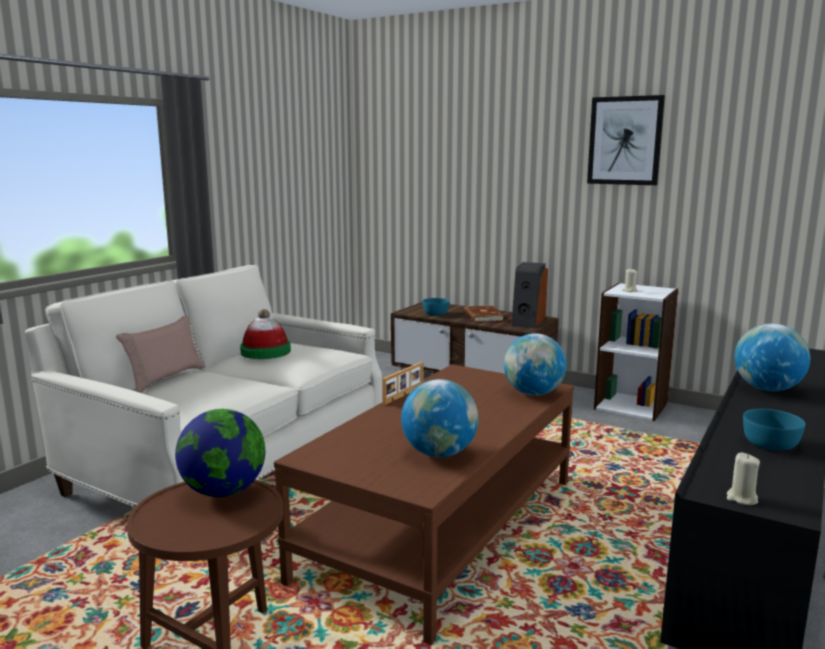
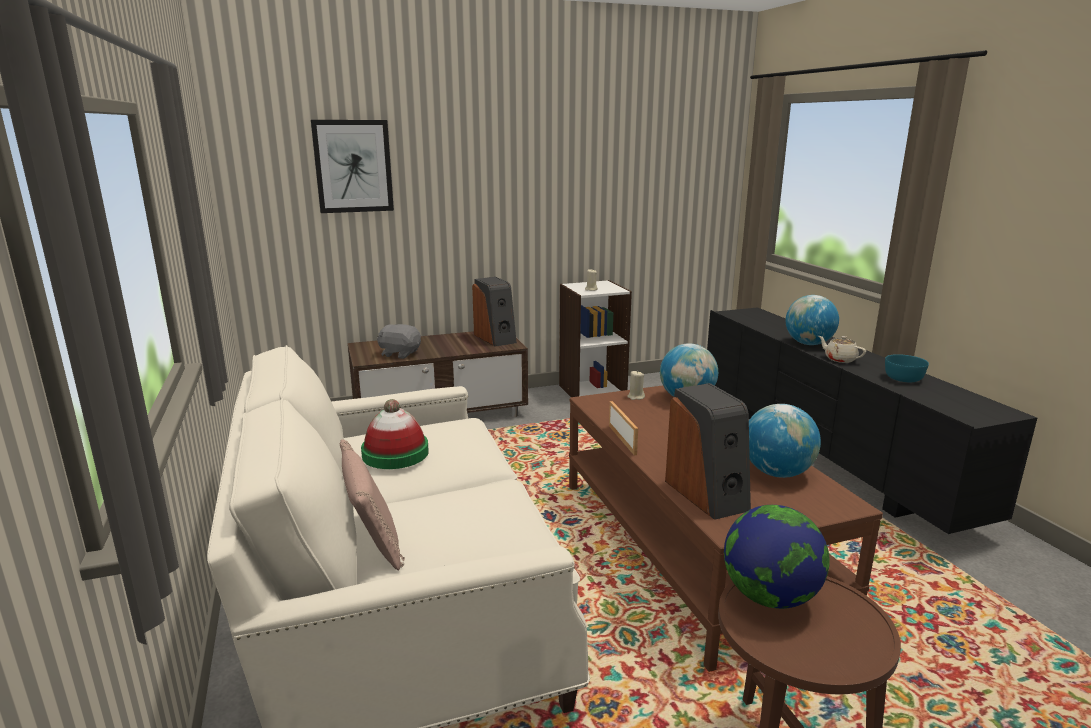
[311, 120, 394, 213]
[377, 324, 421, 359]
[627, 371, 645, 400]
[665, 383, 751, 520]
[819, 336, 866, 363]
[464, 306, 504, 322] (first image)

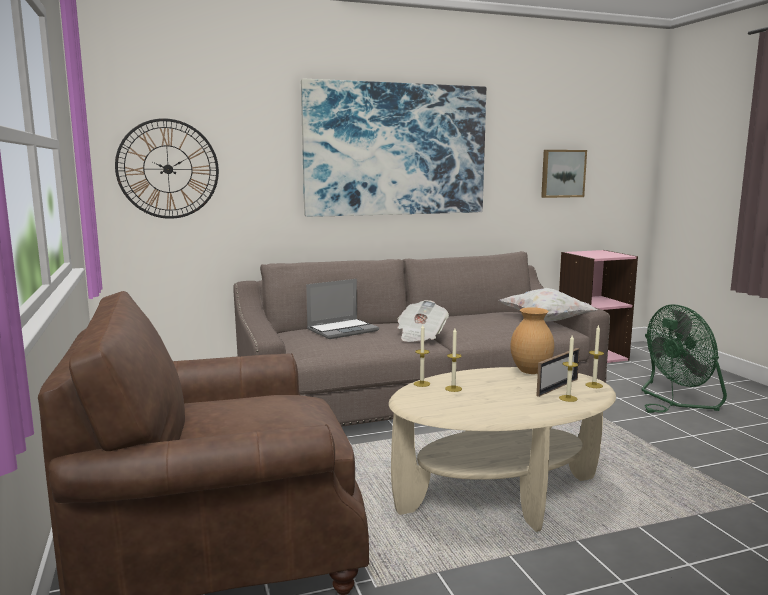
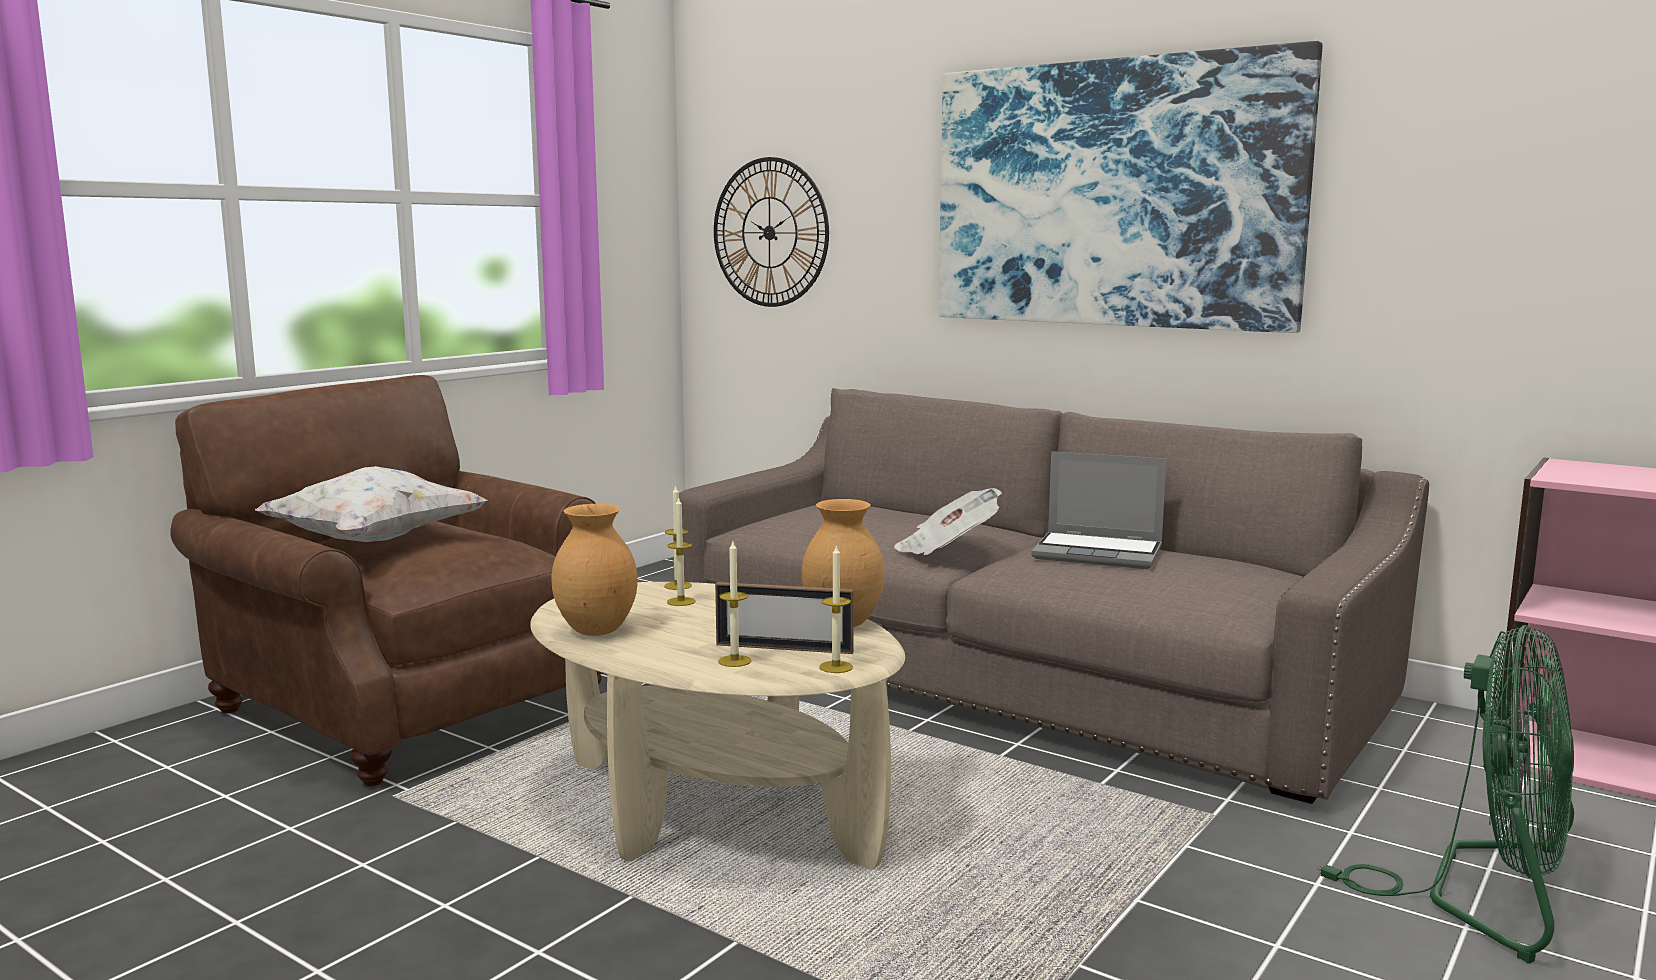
[255, 466, 488, 542]
[551, 504, 638, 636]
[1031, 451, 1167, 569]
[541, 150, 587, 198] (first image)

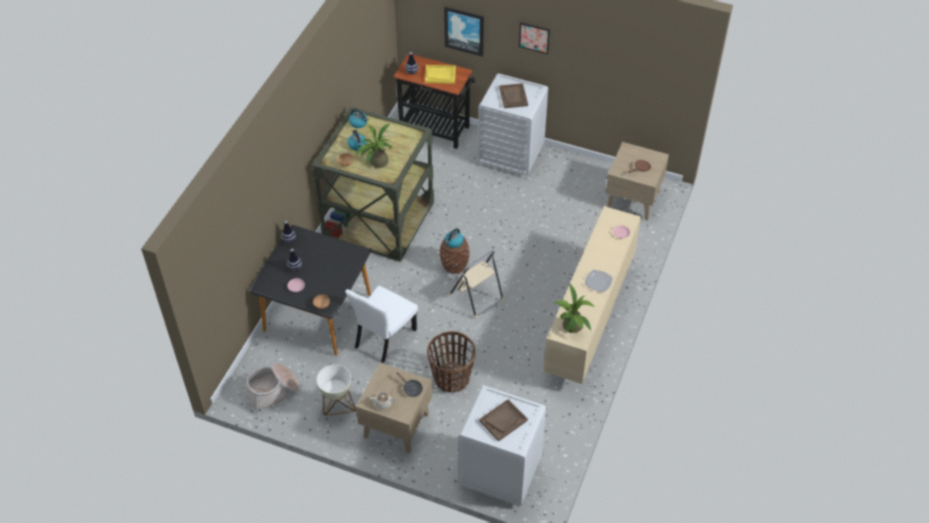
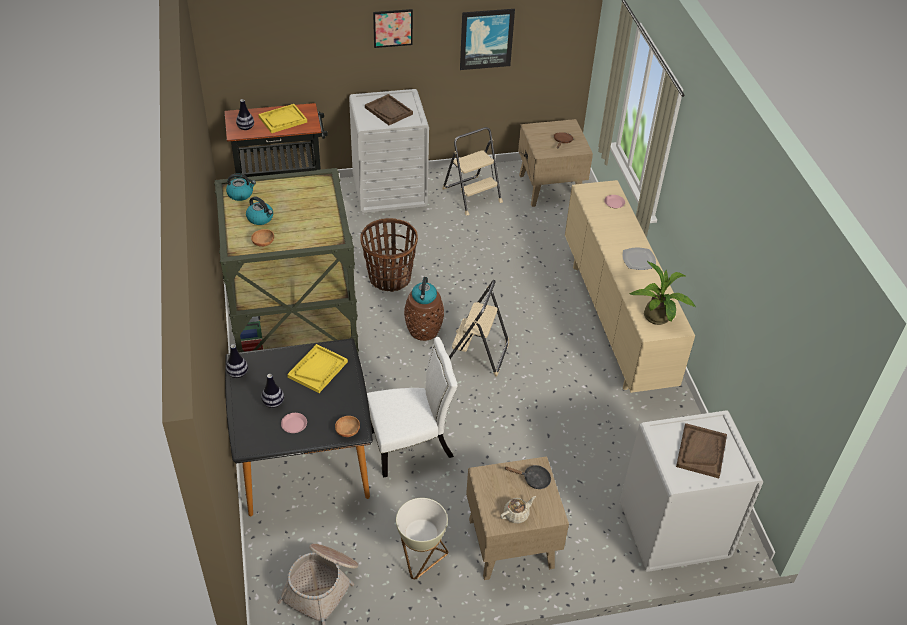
[287, 344, 348, 393]
[360, 218, 418, 292]
[367, 337, 458, 478]
[442, 127, 503, 216]
[460, 9, 515, 70]
[356, 124, 393, 168] (first image)

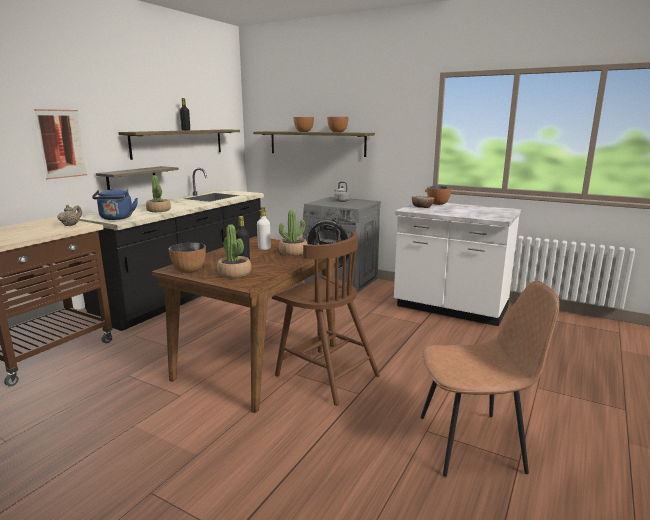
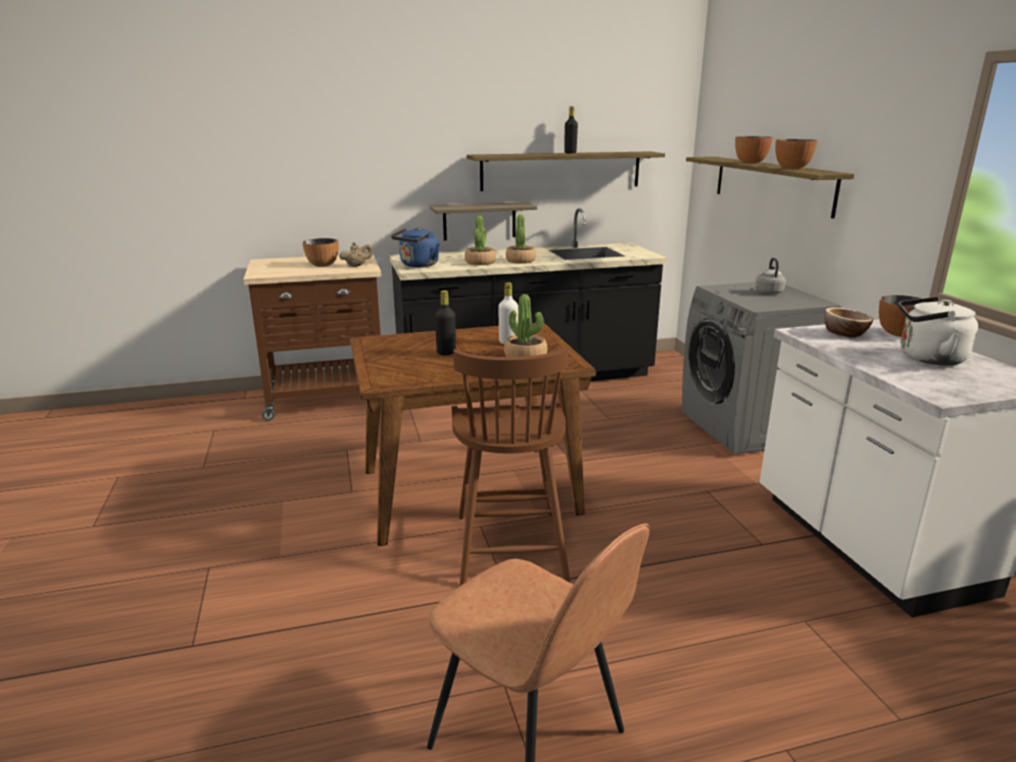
[302, 238, 339, 267]
[506, 214, 536, 264]
[899, 297, 978, 365]
[34, 109, 87, 180] (first image)

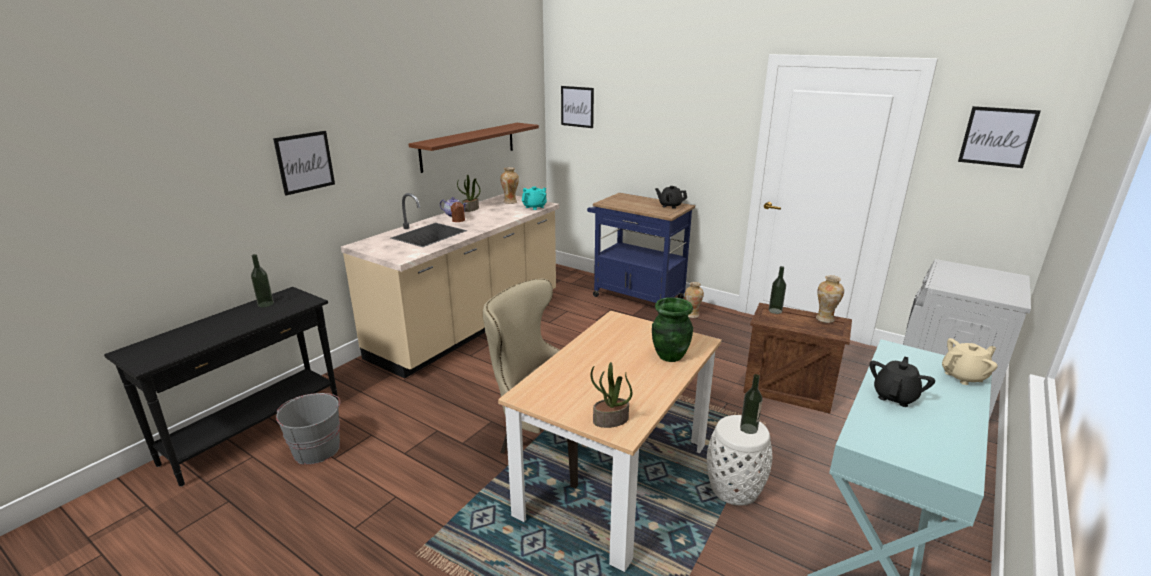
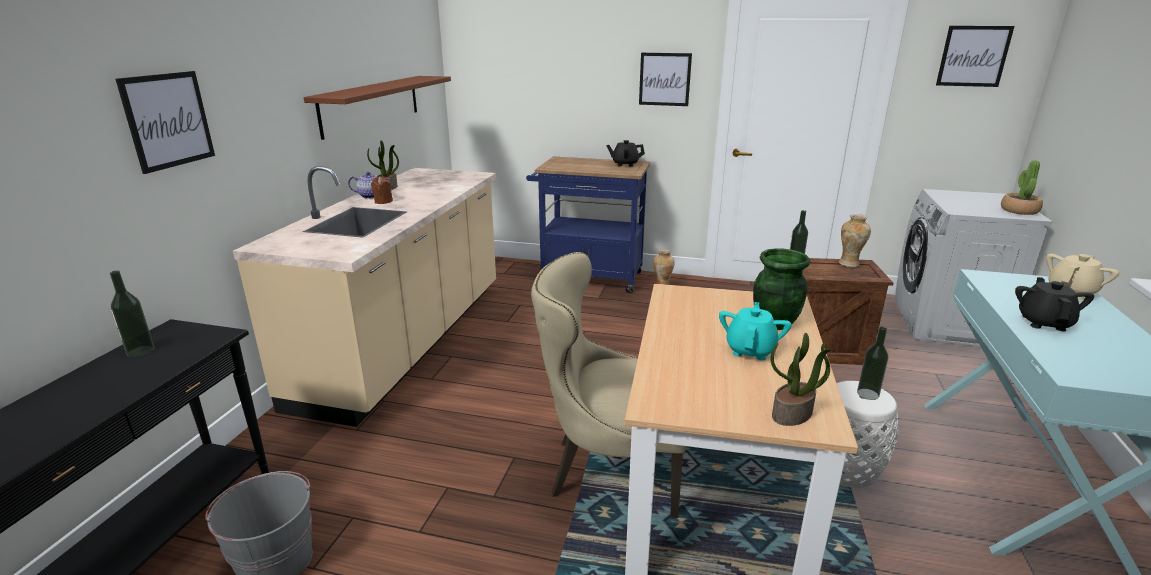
[639, 53, 692, 106]
[719, 302, 791, 360]
[1001, 160, 1043, 215]
[500, 167, 519, 204] (first image)

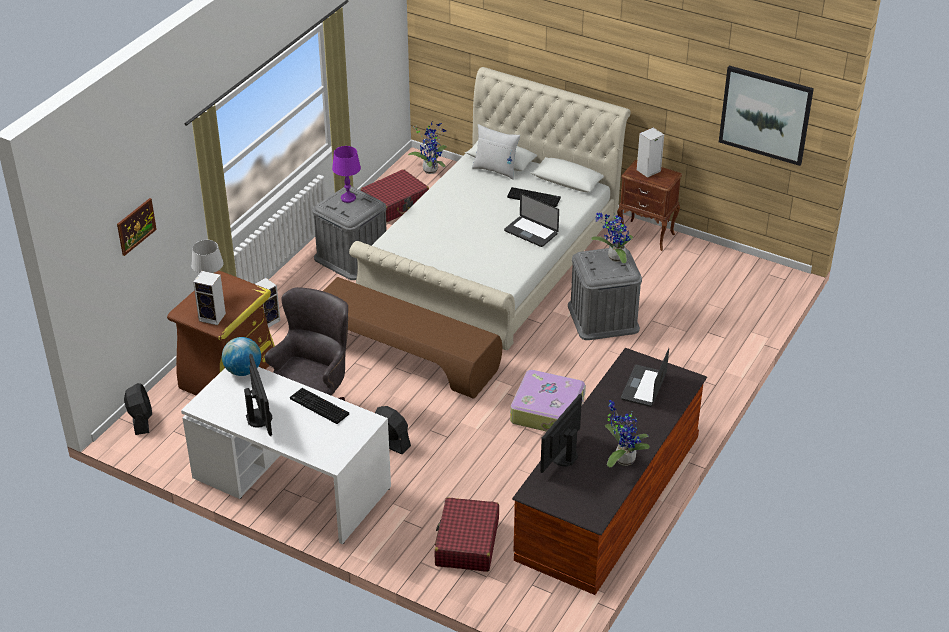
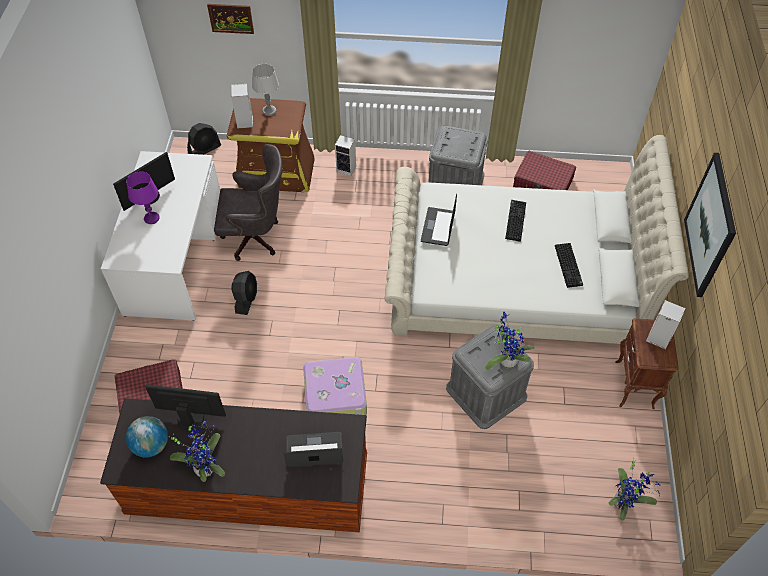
[126, 171, 160, 224]
[126, 416, 168, 457]
[421, 193, 457, 246]
[505, 200, 526, 242]
[608, 457, 662, 521]
[684, 153, 736, 297]
[323, 277, 502, 399] (first image)
[472, 124, 520, 180] (first image)

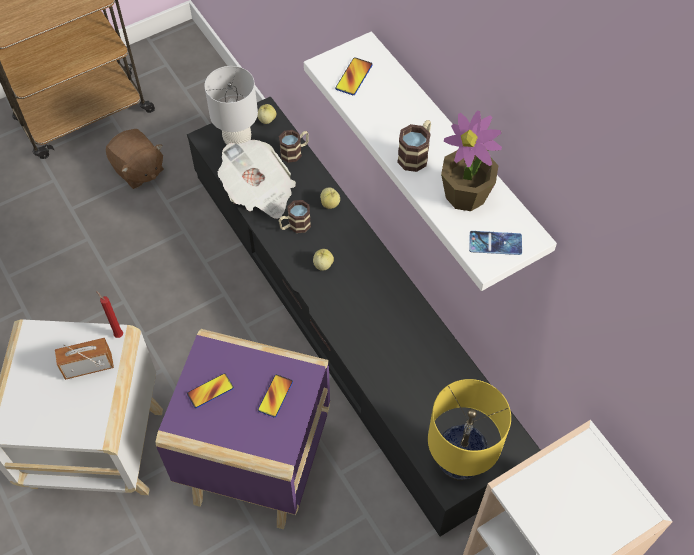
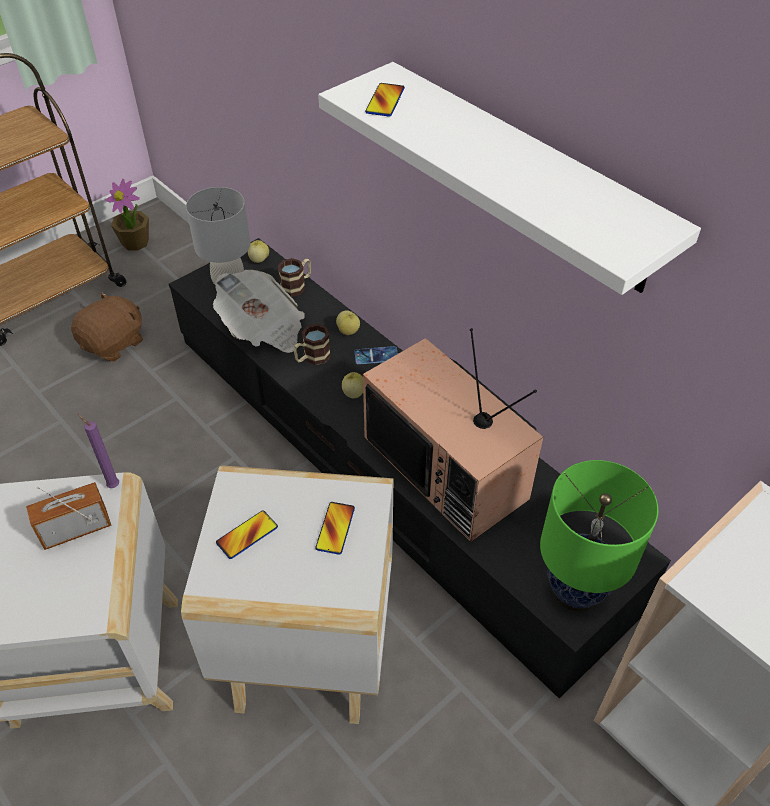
[71, 292, 143, 361]
[78, 414, 119, 488]
[105, 179, 149, 251]
[181, 465, 393, 724]
[355, 346, 398, 365]
[363, 328, 543, 542]
[540, 460, 658, 611]
[397, 120, 431, 172] (first image)

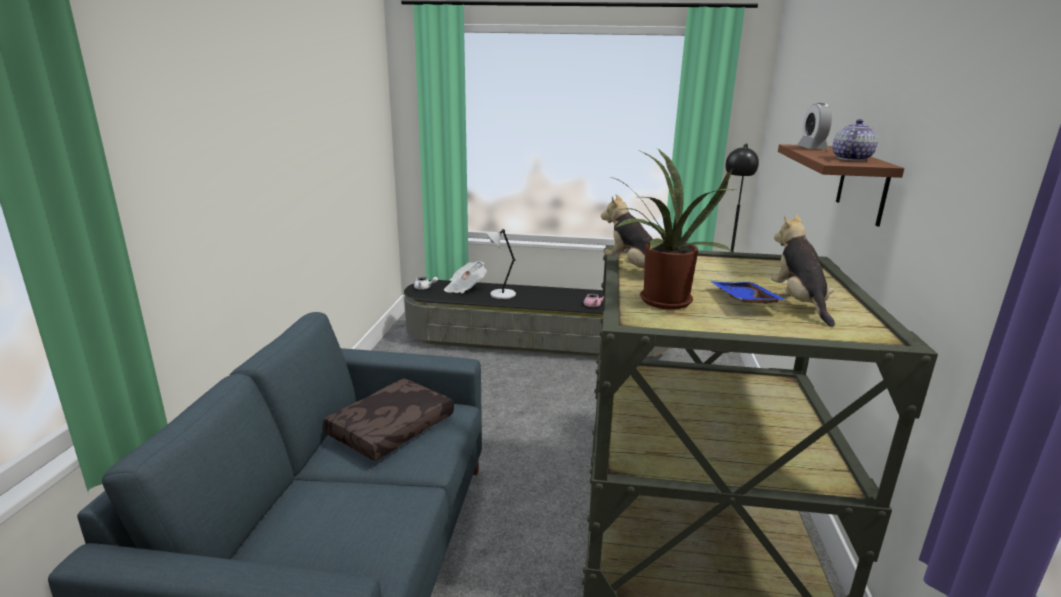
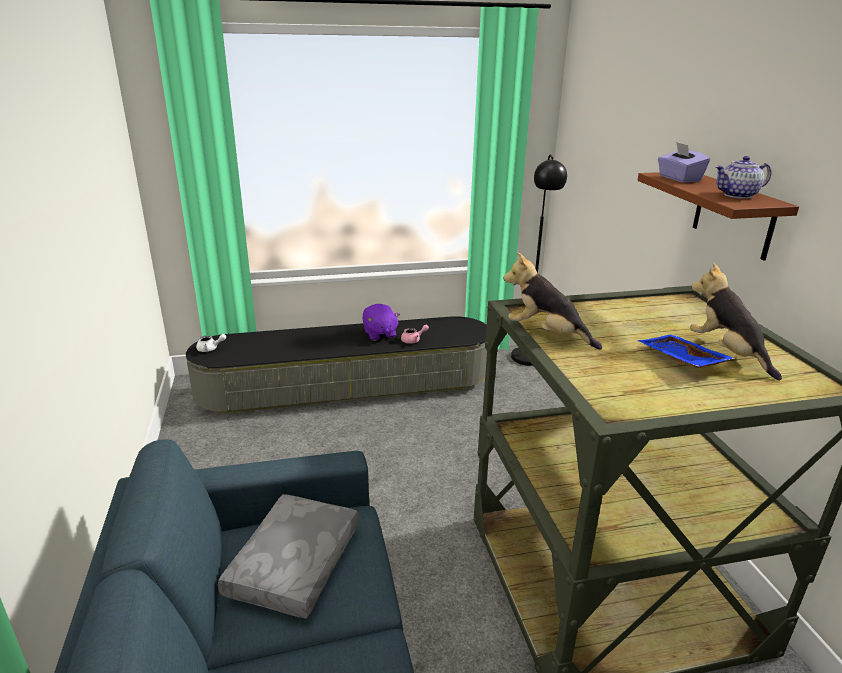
[218, 494, 359, 619]
[362, 304, 400, 341]
[658, 142, 710, 183]
[715, 156, 771, 199]
[444, 261, 487, 294] (first image)
[485, 229, 516, 299] (first image)
[611, 149, 736, 310] (first image)

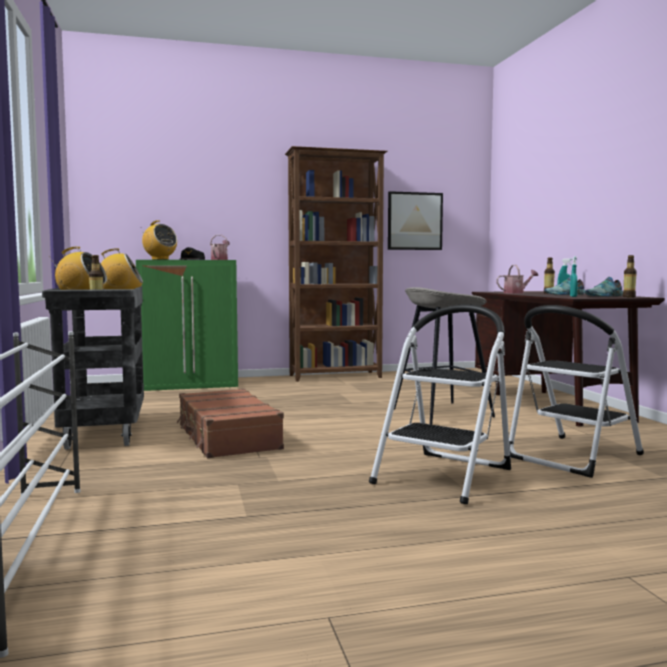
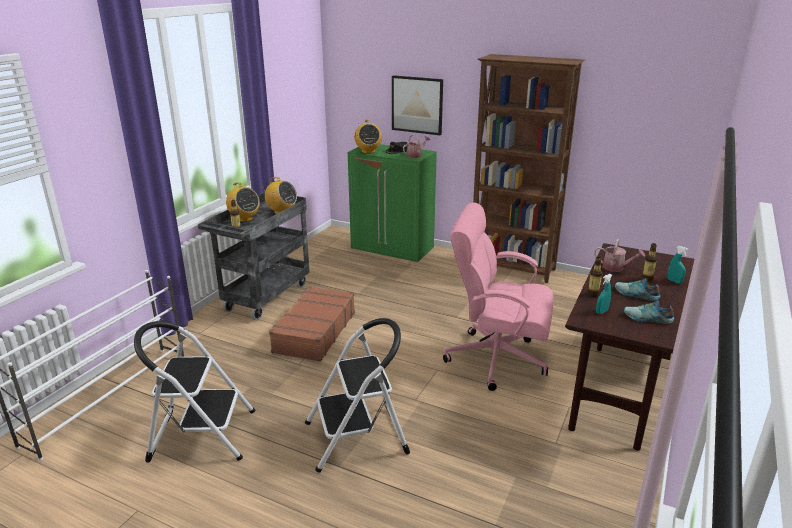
[134, 321, 255, 463]
[392, 75, 443, 135]
[443, 202, 553, 391]
[587, 257, 602, 297]

